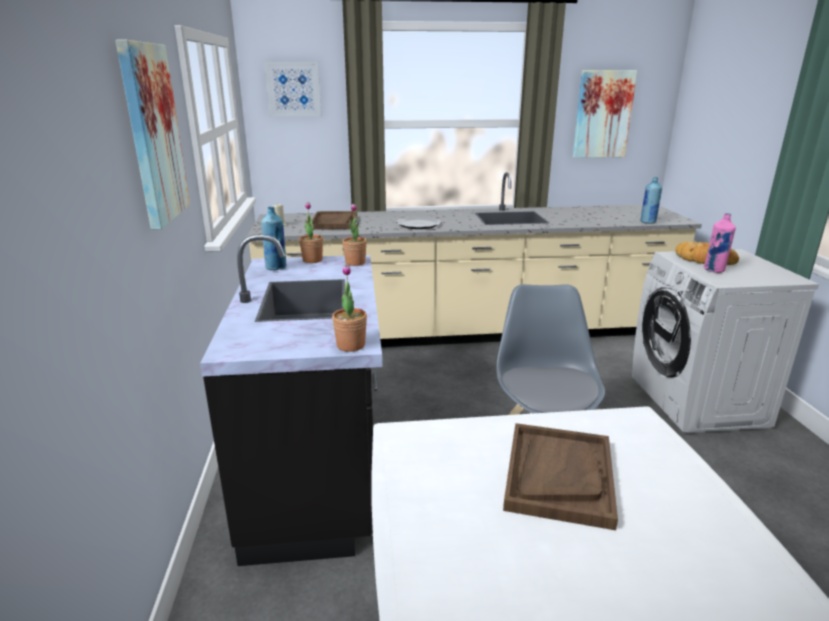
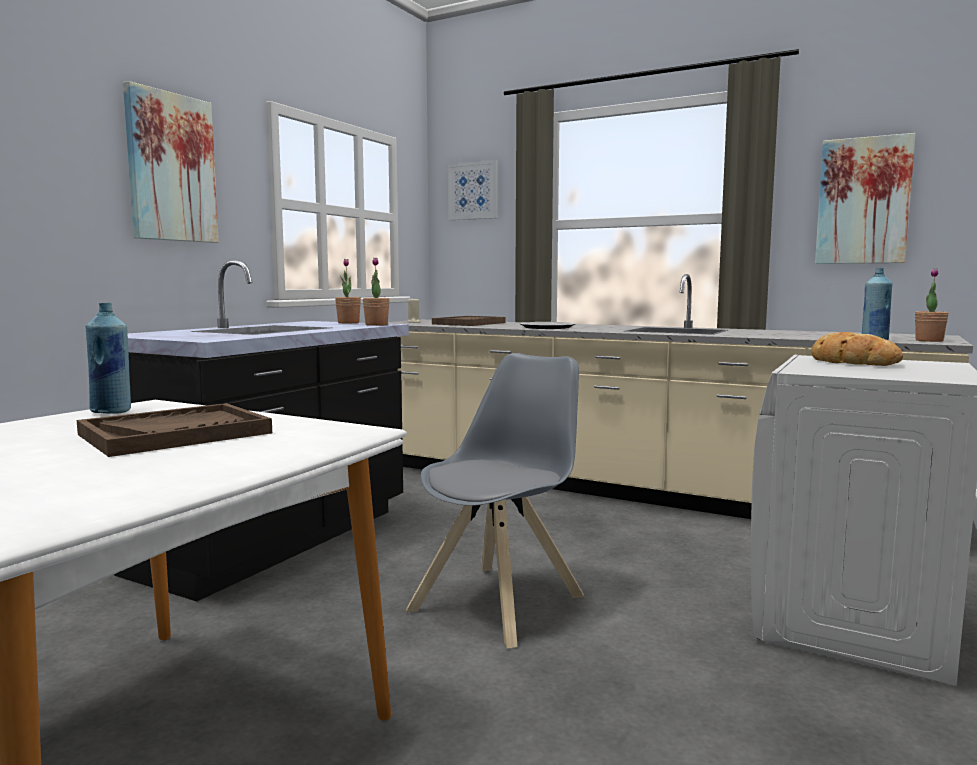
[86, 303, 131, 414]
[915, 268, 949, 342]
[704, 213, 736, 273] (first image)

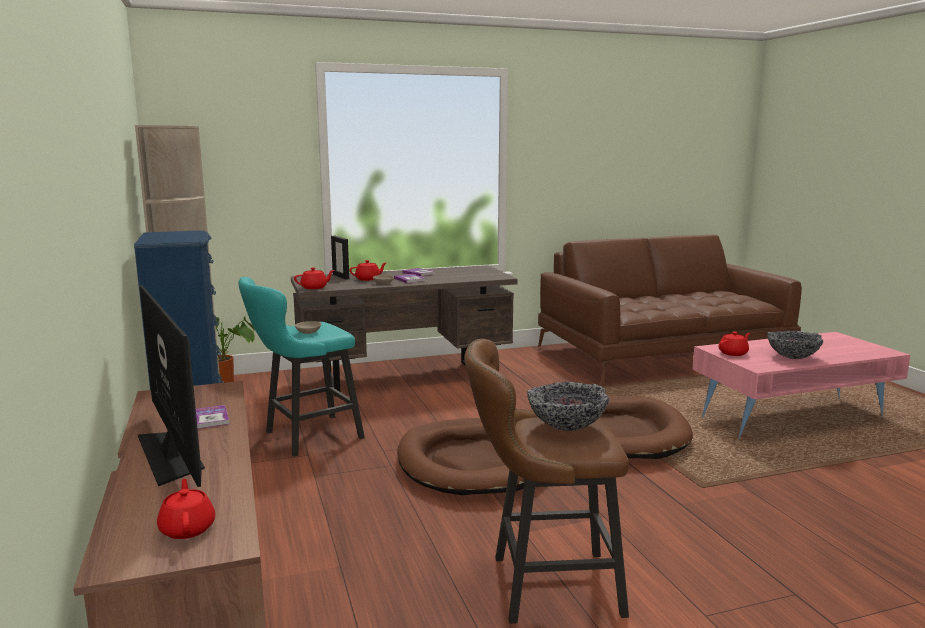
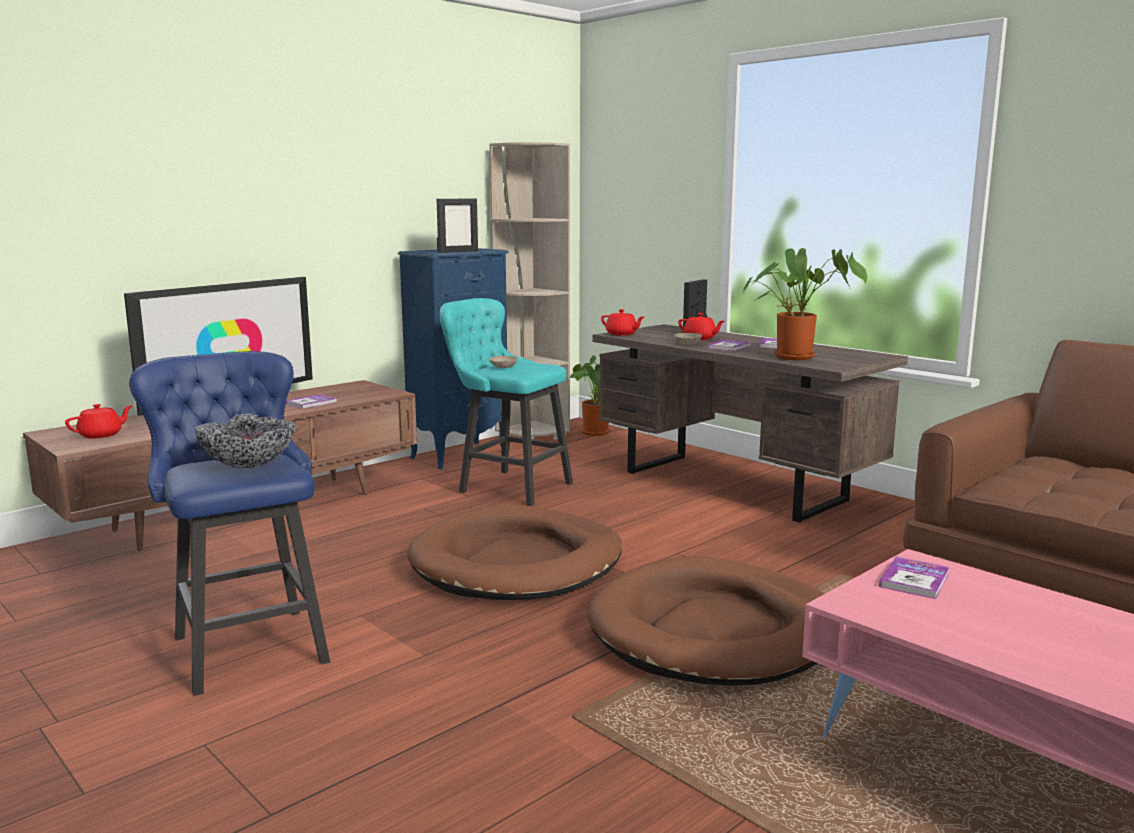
[129, 351, 330, 696]
[437, 199, 478, 253]
[743, 248, 868, 360]
[879, 557, 950, 599]
[767, 331, 824, 359] (first image)

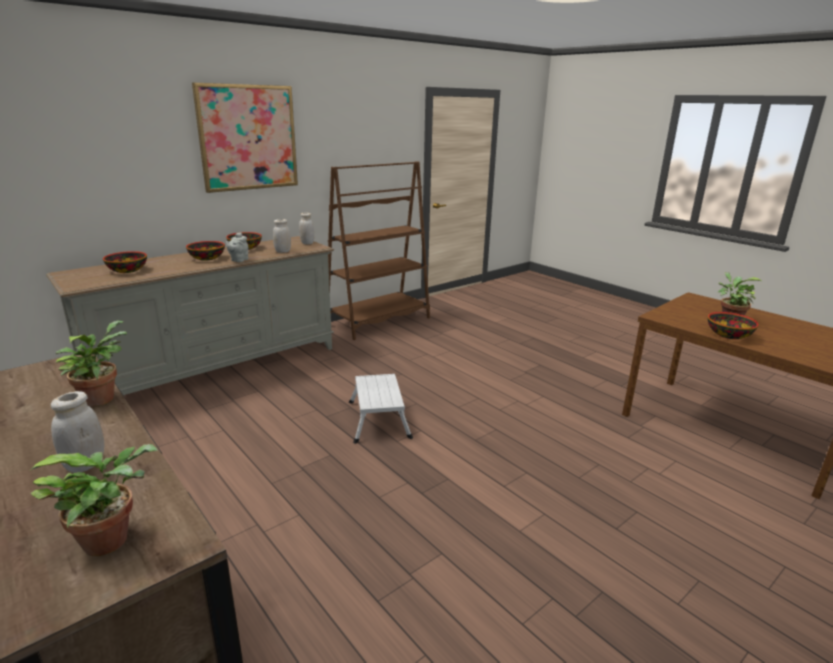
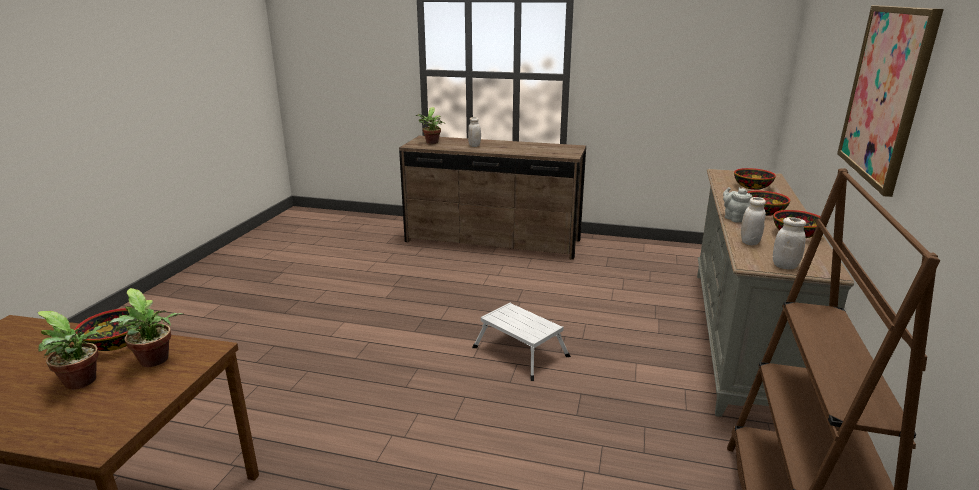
[109, 288, 183, 367]

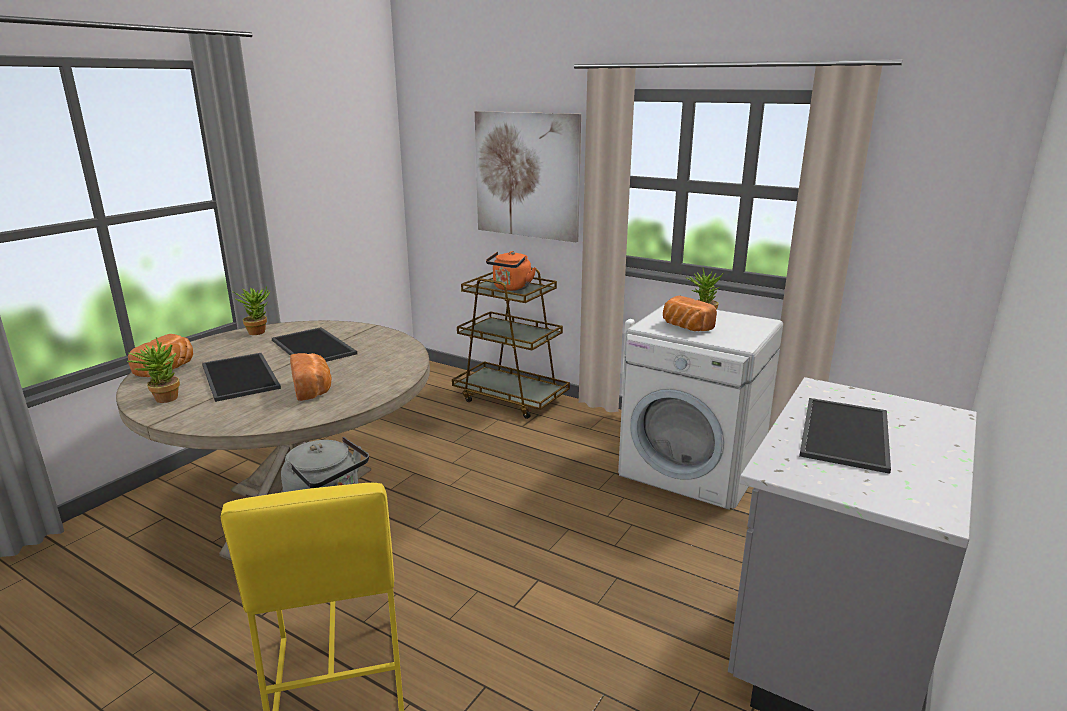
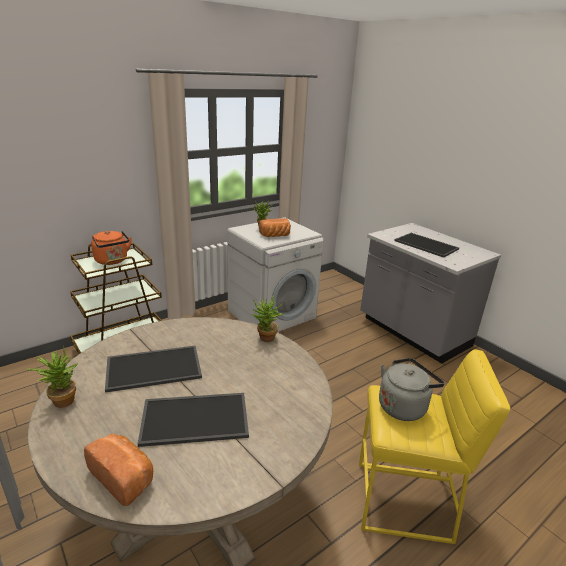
[252, 296, 284, 342]
[290, 353, 332, 401] (first image)
[475, 111, 581, 242] (first image)

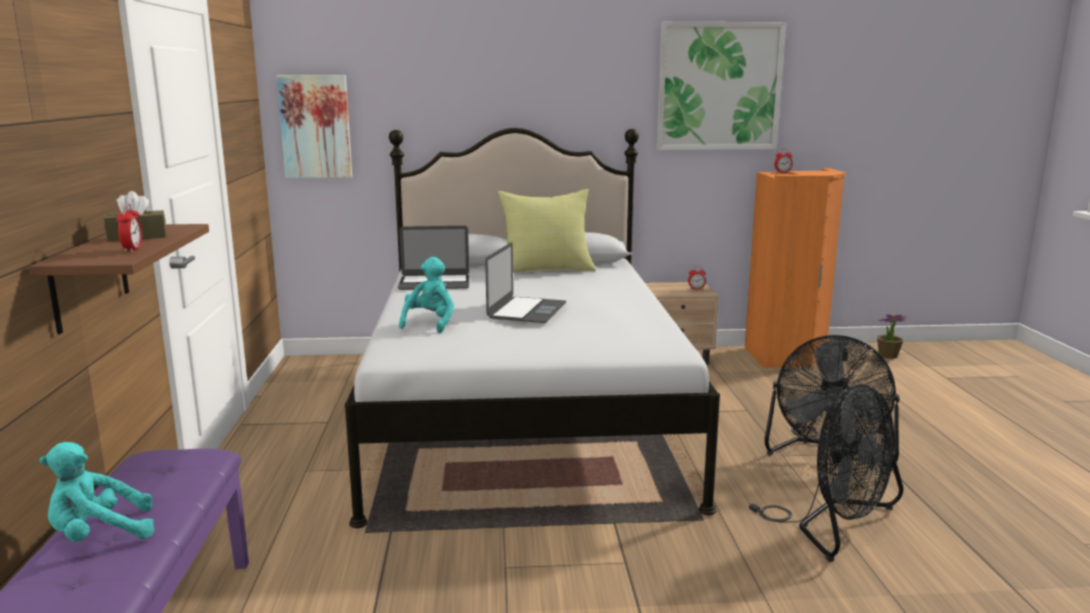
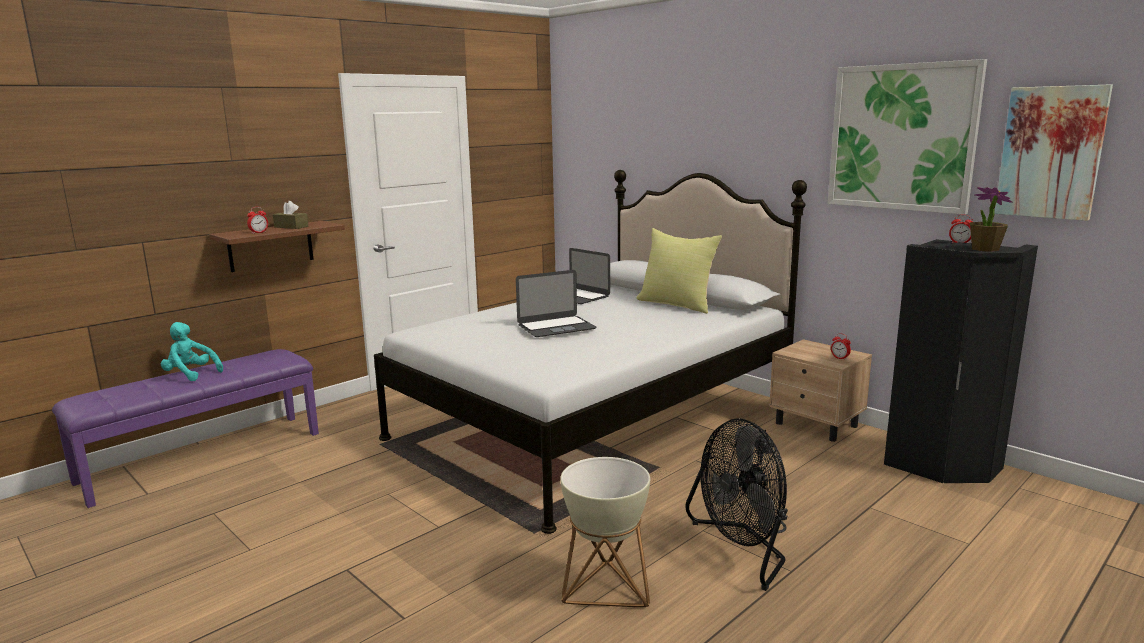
[560, 457, 650, 607]
[884, 239, 1038, 483]
[970, 187, 1013, 252]
[995, 84, 1113, 221]
[399, 257, 454, 333] (first image)

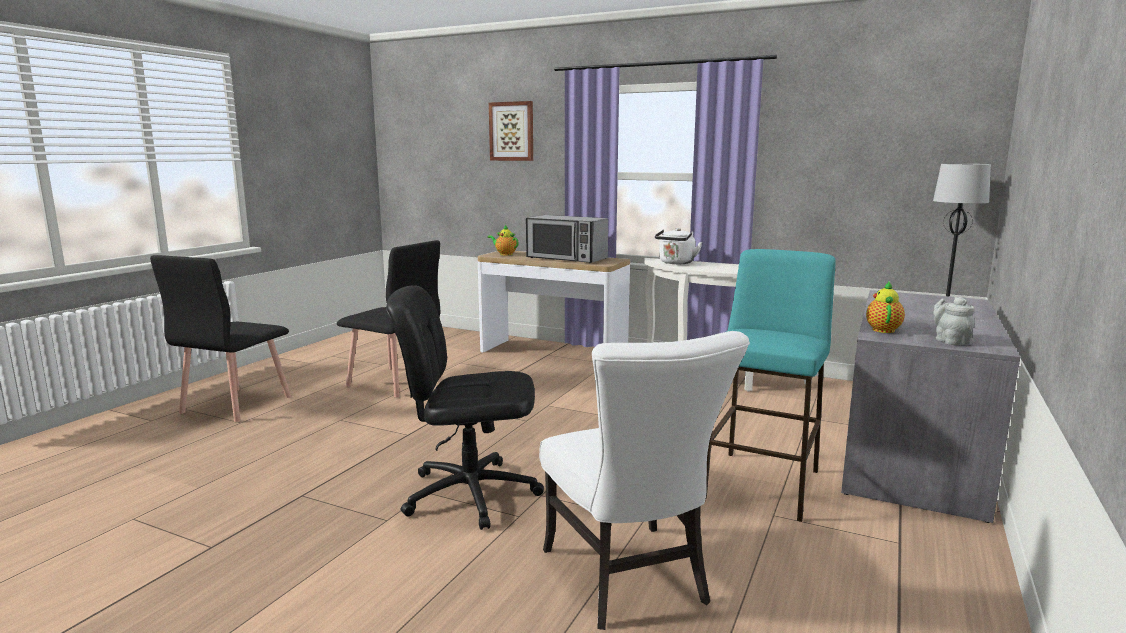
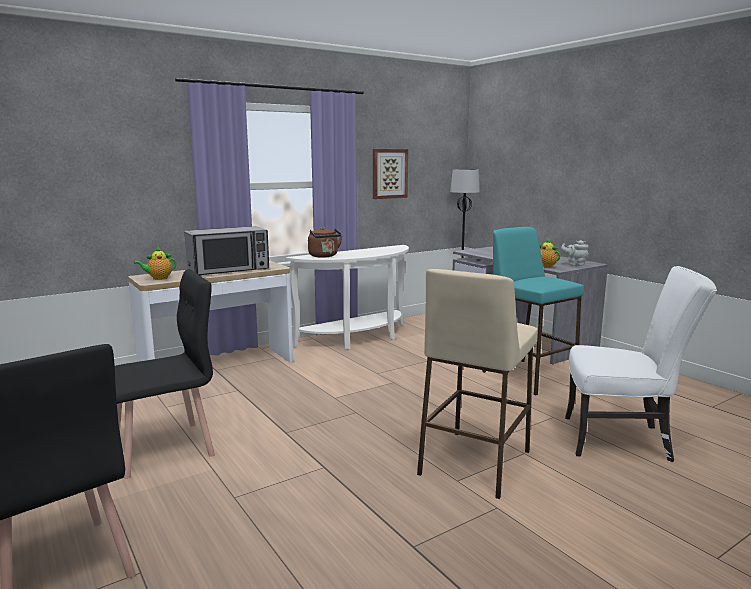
[308, 227, 342, 258]
[373, 149, 408, 199]
[417, 269, 538, 499]

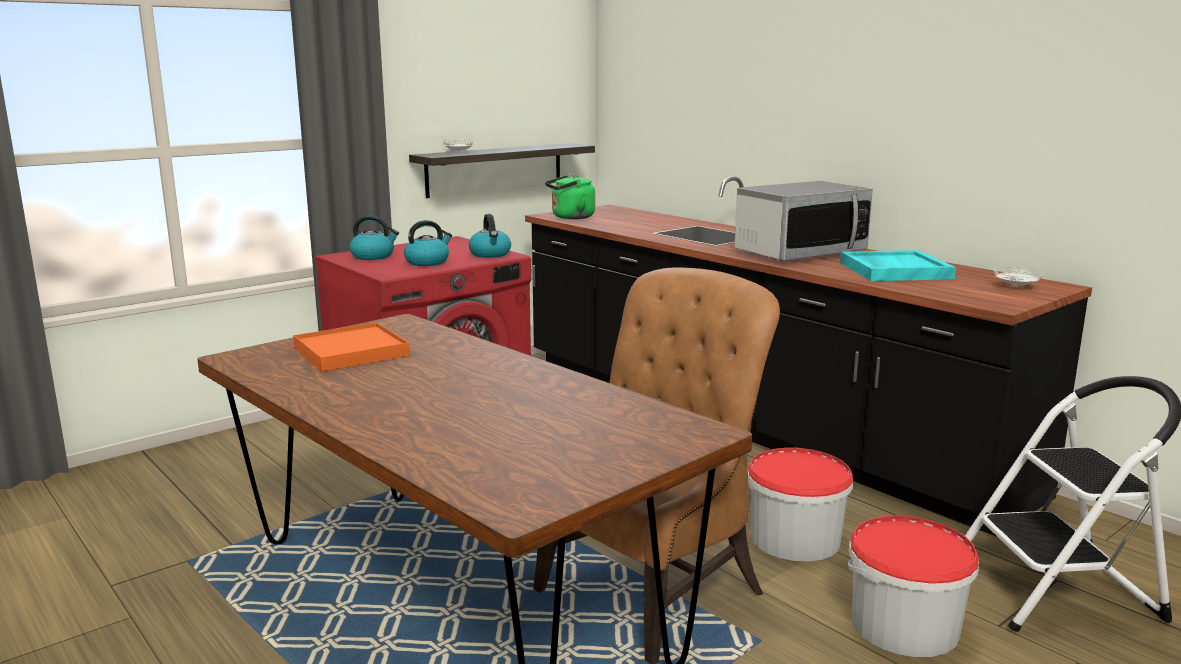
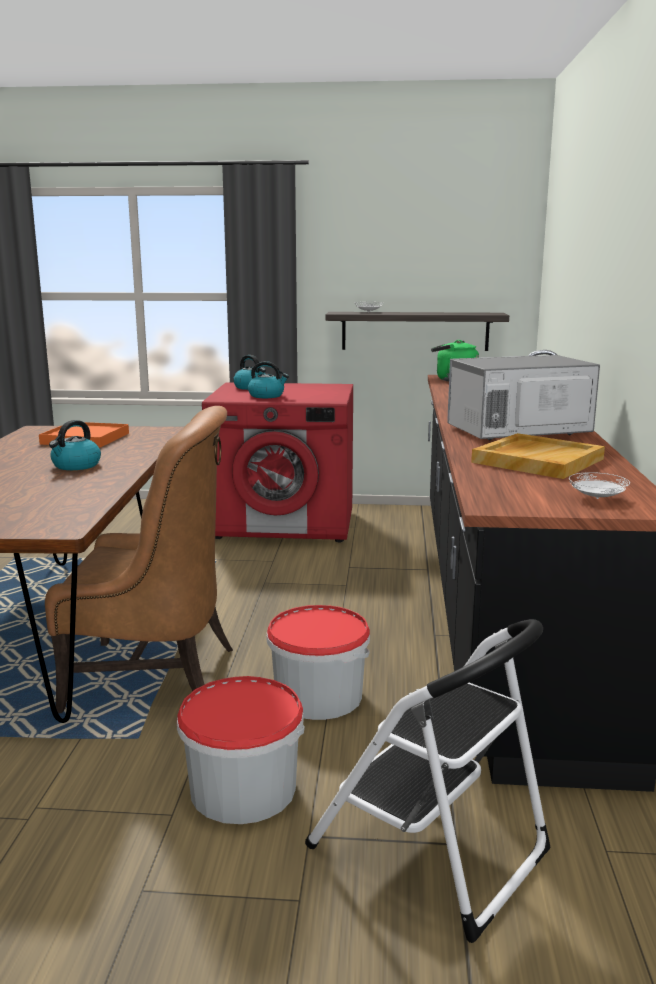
[49, 420, 101, 470]
[447, 355, 600, 440]
[471, 433, 605, 479]

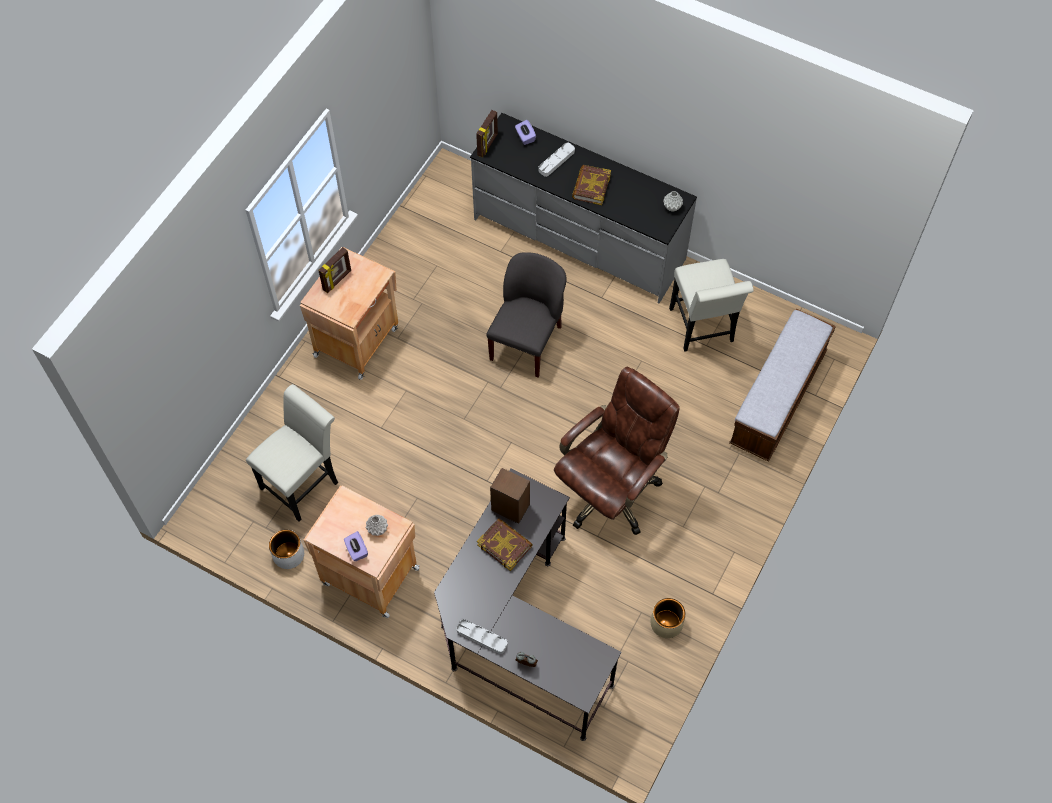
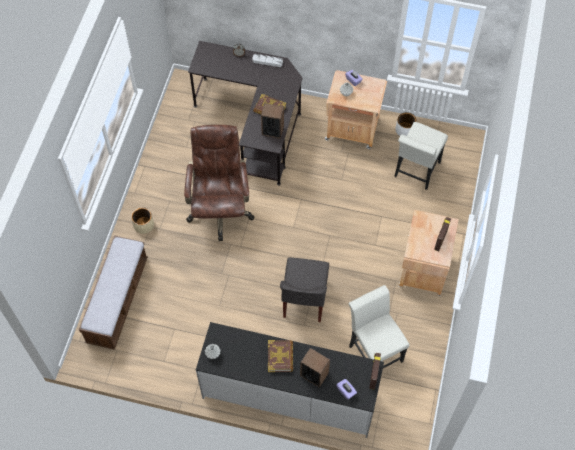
[131, 207, 154, 234]
[184, 125, 255, 241]
[300, 348, 330, 388]
[348, 285, 409, 368]

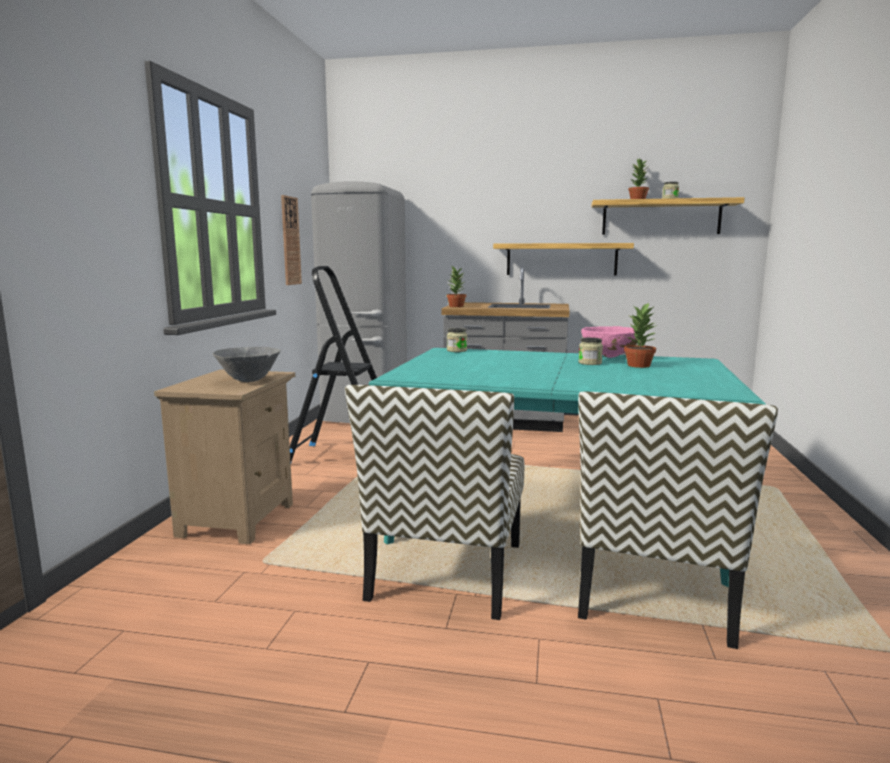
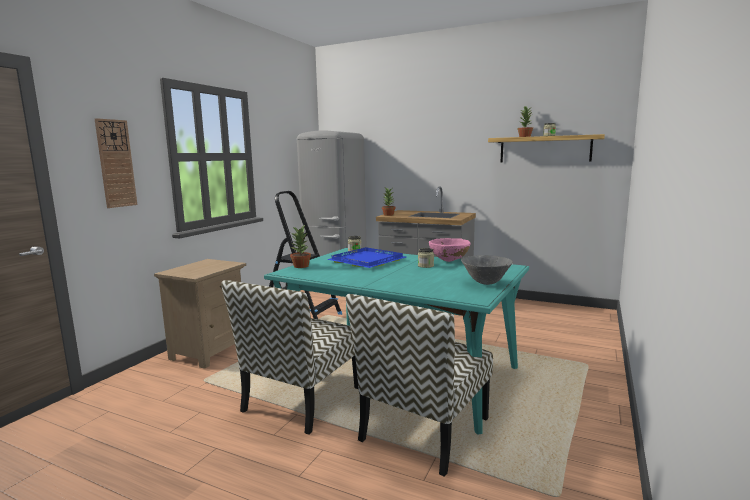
[95, 118, 137, 208]
[290, 225, 311, 268]
[327, 247, 406, 268]
[461, 255, 513, 285]
[493, 243, 634, 276] (first image)

